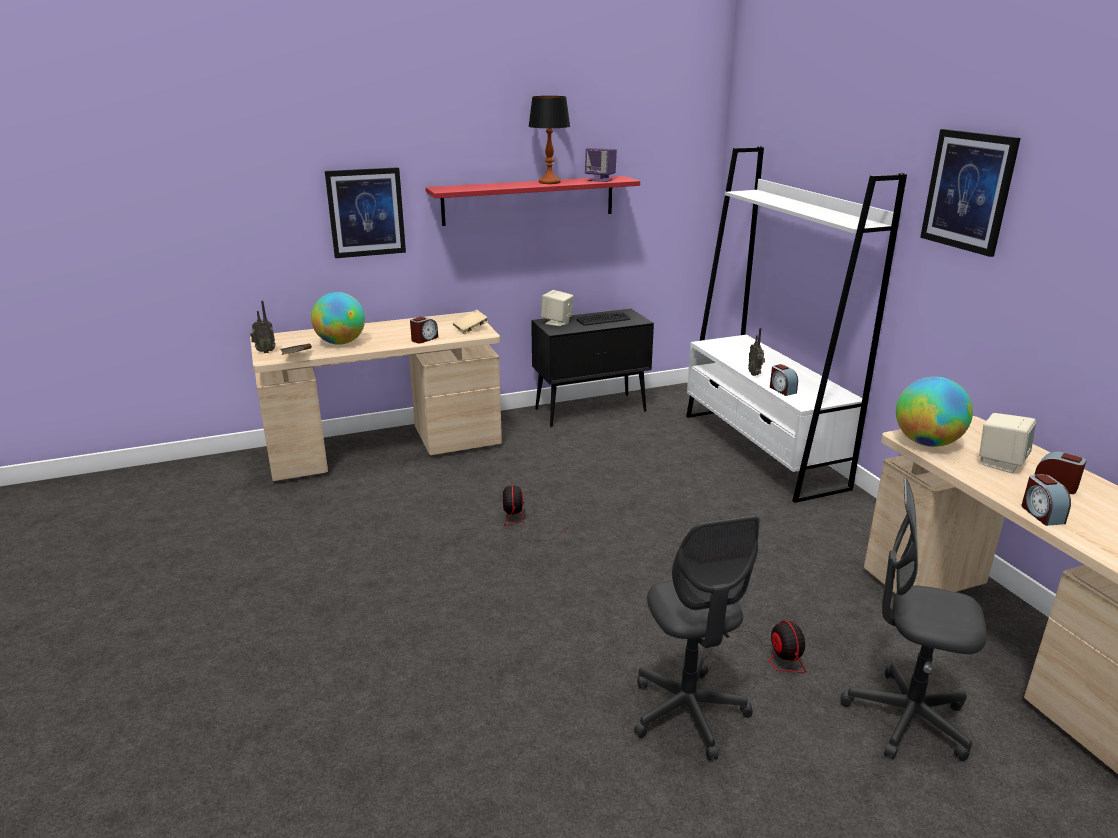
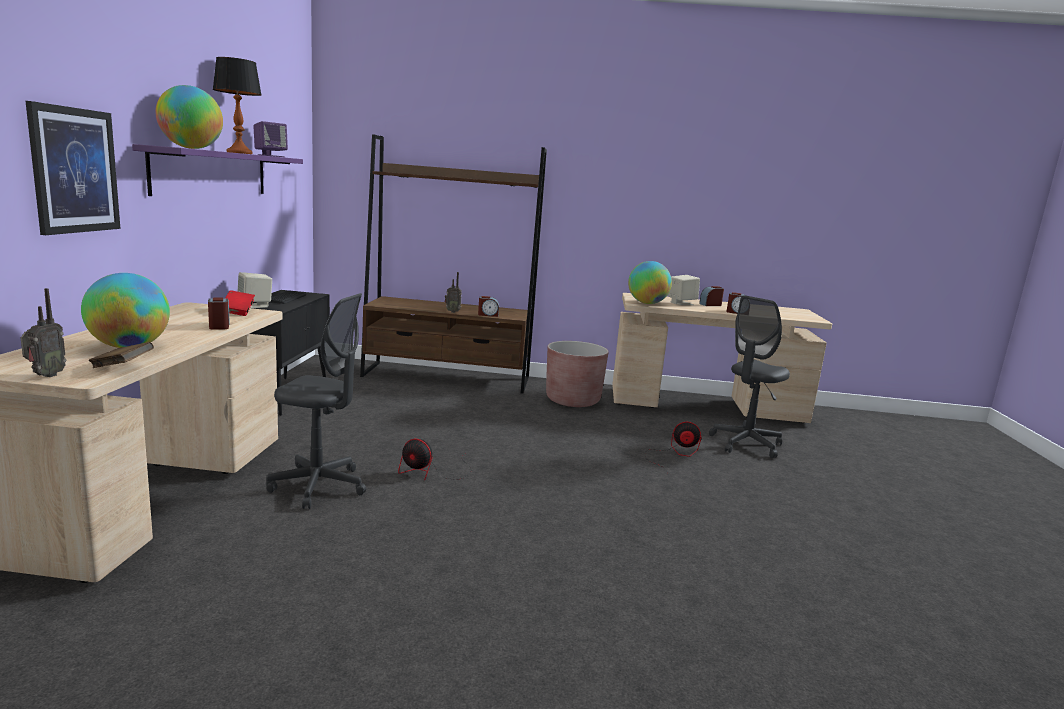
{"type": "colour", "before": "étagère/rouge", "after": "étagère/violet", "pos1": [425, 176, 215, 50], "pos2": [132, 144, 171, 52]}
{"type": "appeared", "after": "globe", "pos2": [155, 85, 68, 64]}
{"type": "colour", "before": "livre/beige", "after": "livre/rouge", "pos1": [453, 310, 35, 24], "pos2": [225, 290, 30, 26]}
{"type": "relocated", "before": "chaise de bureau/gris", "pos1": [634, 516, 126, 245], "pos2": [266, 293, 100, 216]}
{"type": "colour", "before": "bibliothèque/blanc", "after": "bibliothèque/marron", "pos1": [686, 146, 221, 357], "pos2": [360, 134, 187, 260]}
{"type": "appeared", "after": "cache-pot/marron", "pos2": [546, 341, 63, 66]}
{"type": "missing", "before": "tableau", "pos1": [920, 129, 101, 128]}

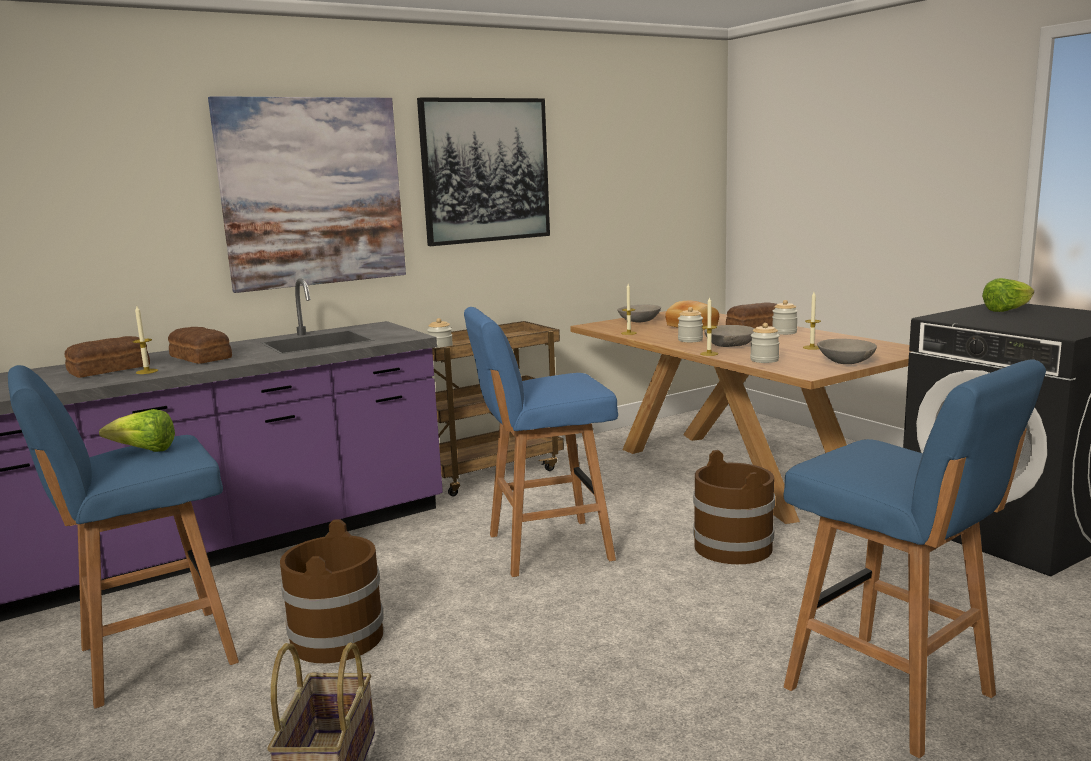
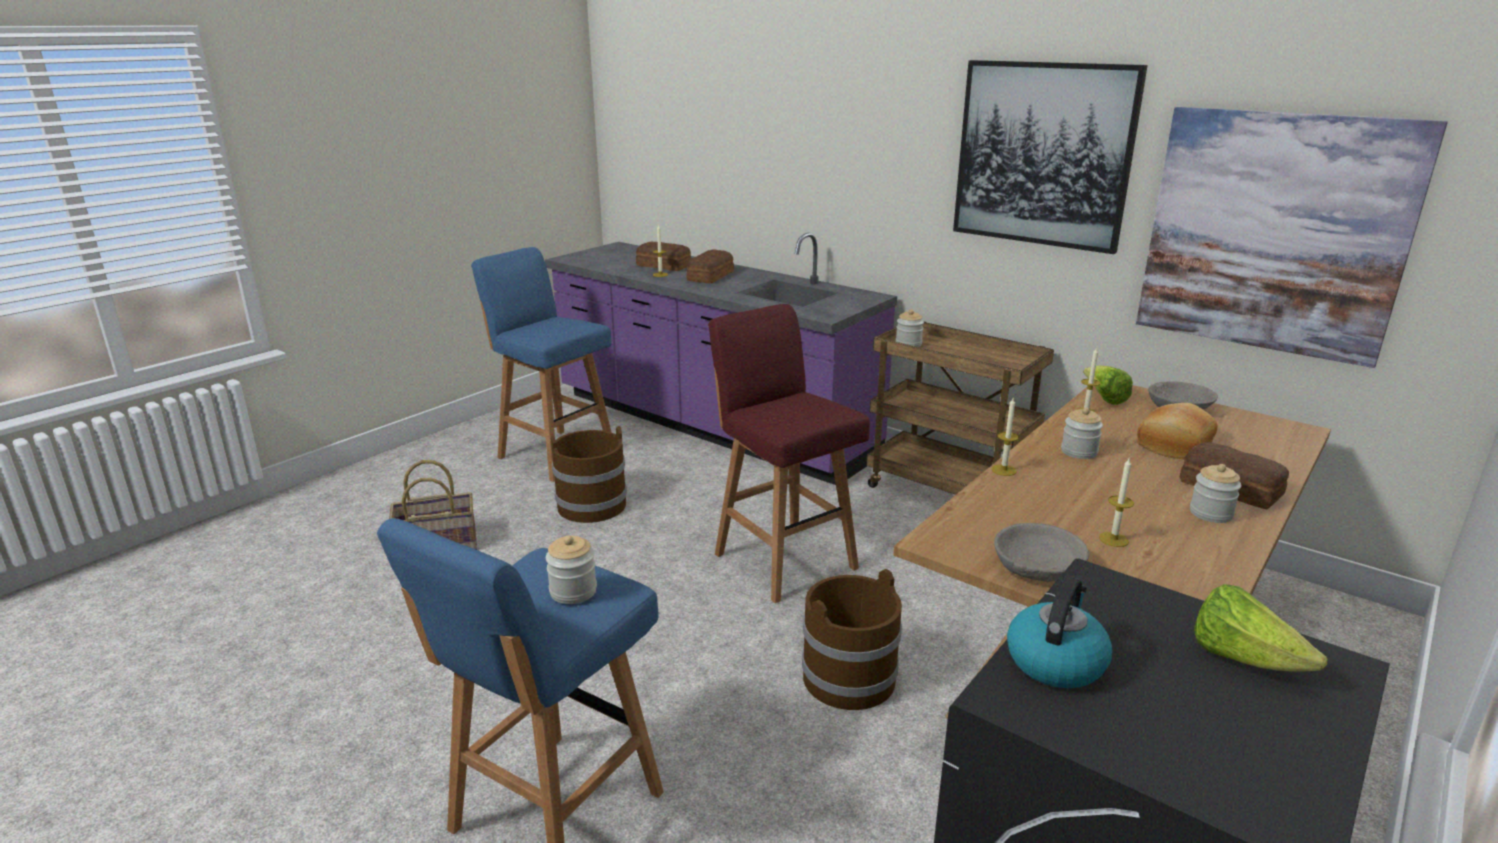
{"type": "relocated", "before": "bocal", "pos1": [750, 323, 30, 40], "pos2": [546, 535, 51, 69]}
{"type": "colour", "before": "tabouret/bleu", "after": "tabouret/rouge", "pos1": [464, 307, 154, 270], "pos2": [708, 304, 162, 299]}
{"type": "appeared", "after": "bouilloire", "pos2": [1007, 576, 106, 112]}
{"type": "relocated", "before": "laitue", "pos1": [99, 409, 76, 43], "pos2": [1083, 365, 50, 40]}
{"type": "relocated", "before": "tableau", "pos1": [208, 96, 198, 197], "pos2": [1136, 107, 312, 261]}
{"type": "missing", "before": "bol/gris", "pos1": [704, 325, 51, 22]}

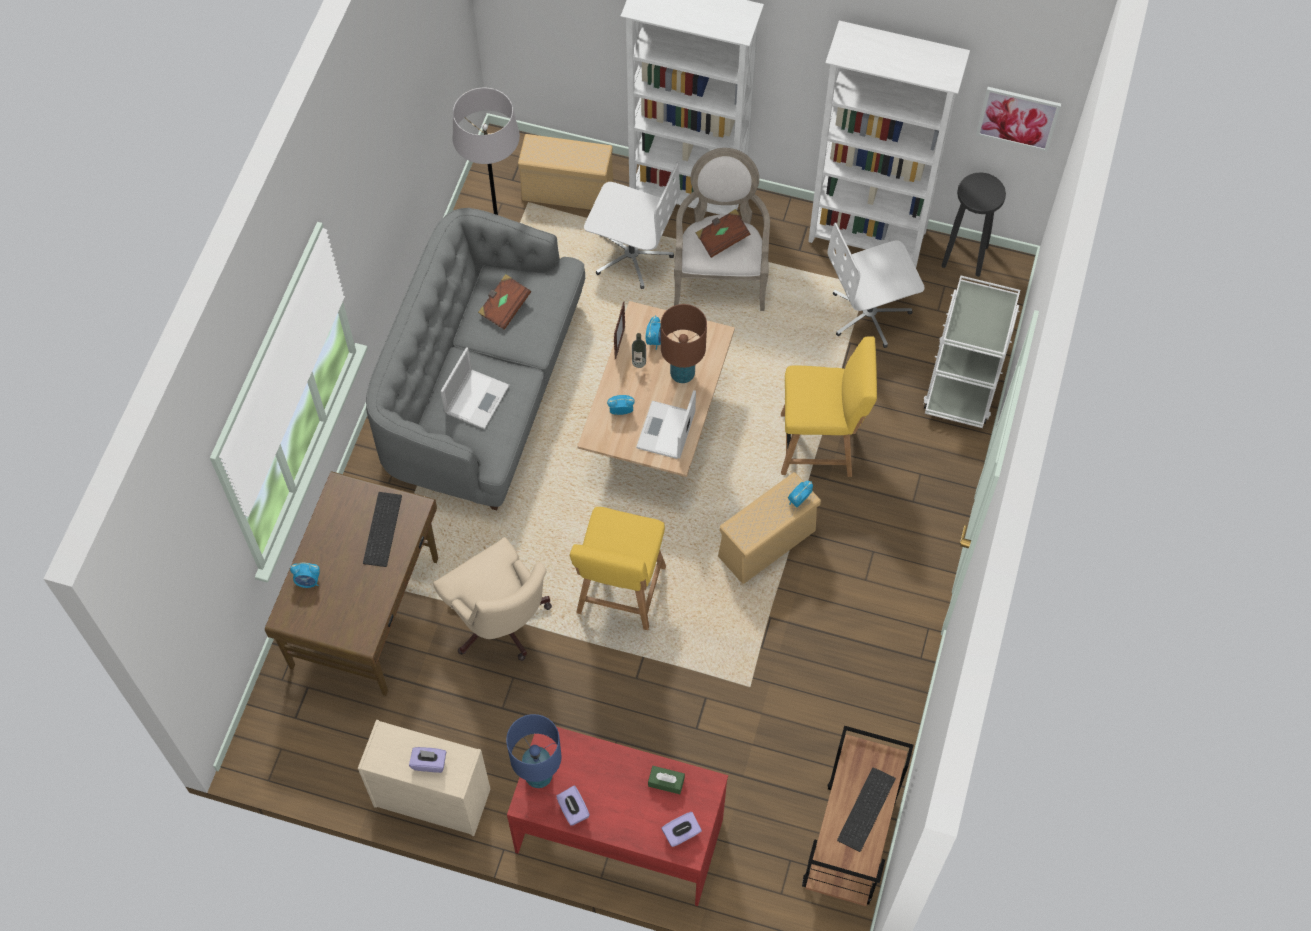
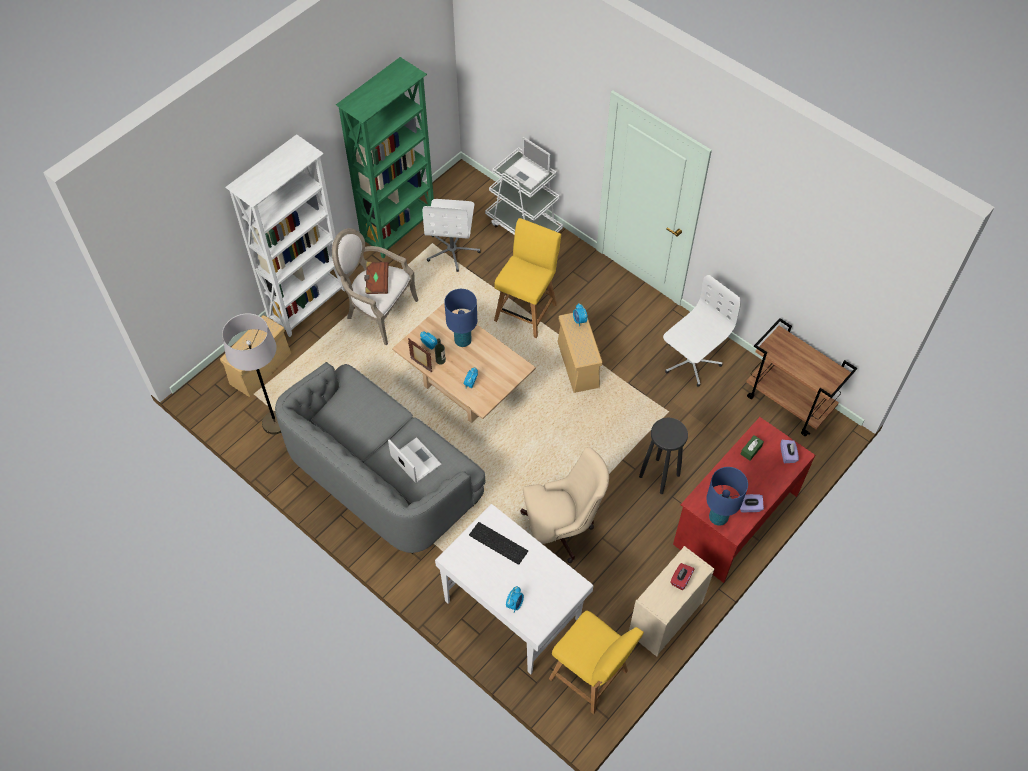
{"type": "colour", "before": "bibliothèque/blanc", "after": "bibliothèque/vert", "pos1": [808, 21, 162, 247], "pos2": [336, 57, 98, 202]}
{"type": "colour", "before": "bureau/marron", "after": "bureau/blanc", "pos1": [265, 471, 173, 225], "pos2": [435, 504, 158, 170]}
{"type": "colour", "before": "lampe de table/marron", "after": "lampe de table/bleu", "pos1": [661, 304, 46, 79], "pos2": [444, 289, 33, 58]}
{"type": "relocated", "before": "ordinateur portable", "pos1": [636, 390, 60, 69], "pos2": [505, 137, 46, 53]}
{"type": "relocated", "before": "chaise/jaune", "pos1": [570, 507, 96, 123], "pos2": [549, 611, 95, 103]}
{"type": "relocated", "before": "tabouret/noir", "pos1": [942, 172, 64, 105], "pos2": [639, 418, 49, 76]}
{"type": "relocated", "before": "chaise de bureau/blanc", "pos1": [584, 163, 96, 126], "pos2": [663, 275, 78, 112]}
{"type": "colour", "before": "boîte à mouchoirs/violet", "after": "boîte à mouchoirs/rouge", "pos1": [409, 747, 37, 26], "pos2": [671, 563, 23, 27]}
{"type": "missing", "before": "livre/marron", "pos1": [478, 274, 53, 56]}
{"type": "missing", "before": "clavier", "pos1": [837, 767, 59, 85]}
{"type": "missing", "before": "tableau", "pos1": [976, 87, 85, 65]}

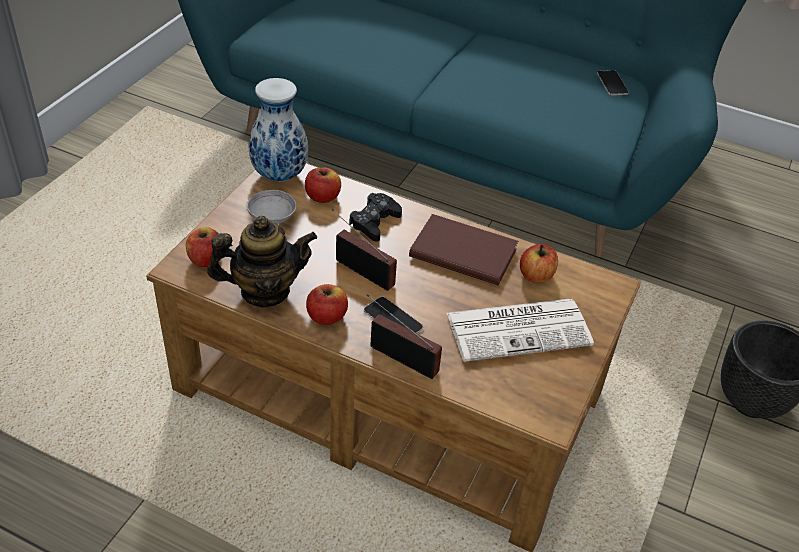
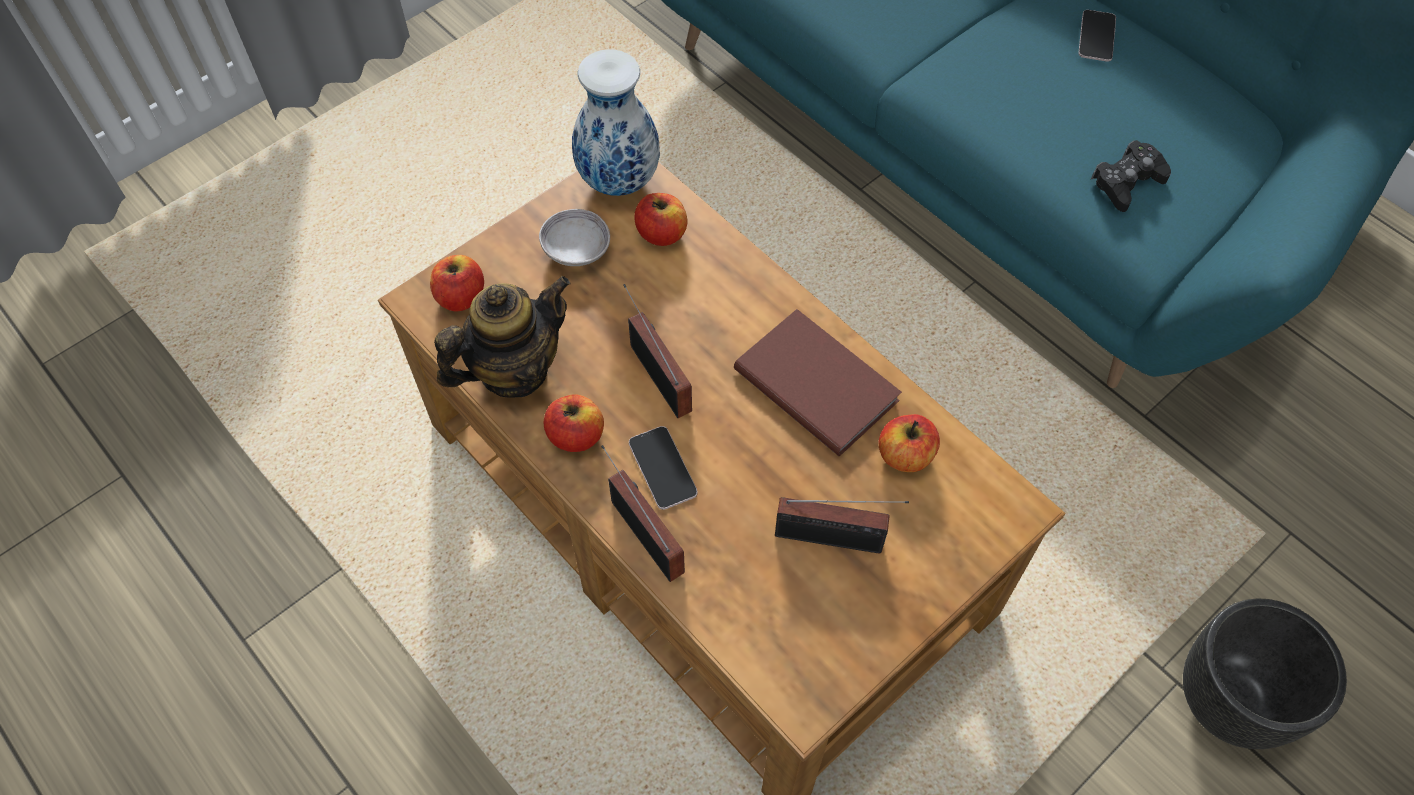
{"type": "spun", "before": "théière", "pos1": [207, 216, 110, 92], "pos2": [434, 276, 137, 122], "turn": -45}
{"type": "exchanged", "before": "journal", "after": "radio", "pos1": [447, 299, 147, 63], "pos2": [775, 497, 134, 56]}
{"type": "relocated", "before": "téléphone", "pos1": [597, 70, 32, 25], "pos2": [1078, 10, 38, 52]}
{"type": "relocated", "before": "manette/noir", "pos1": [349, 193, 53, 49], "pos2": [1091, 140, 80, 72]}

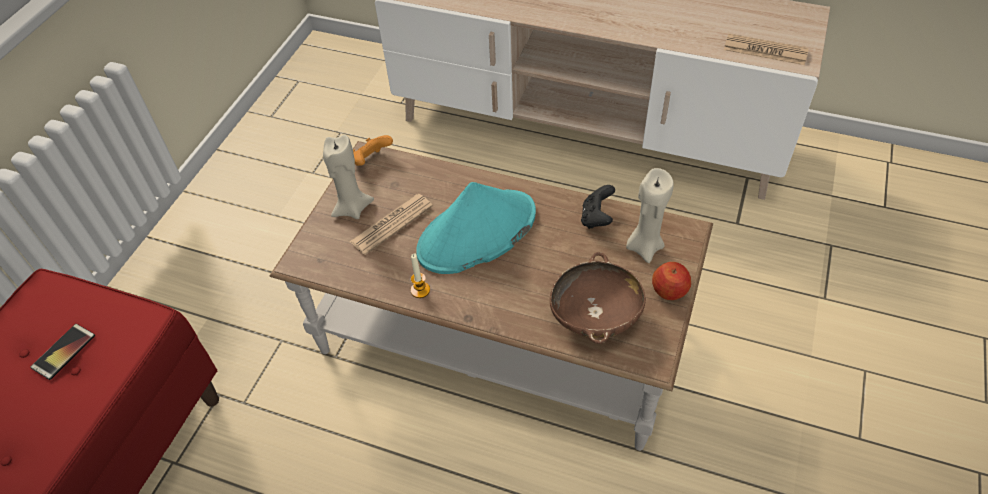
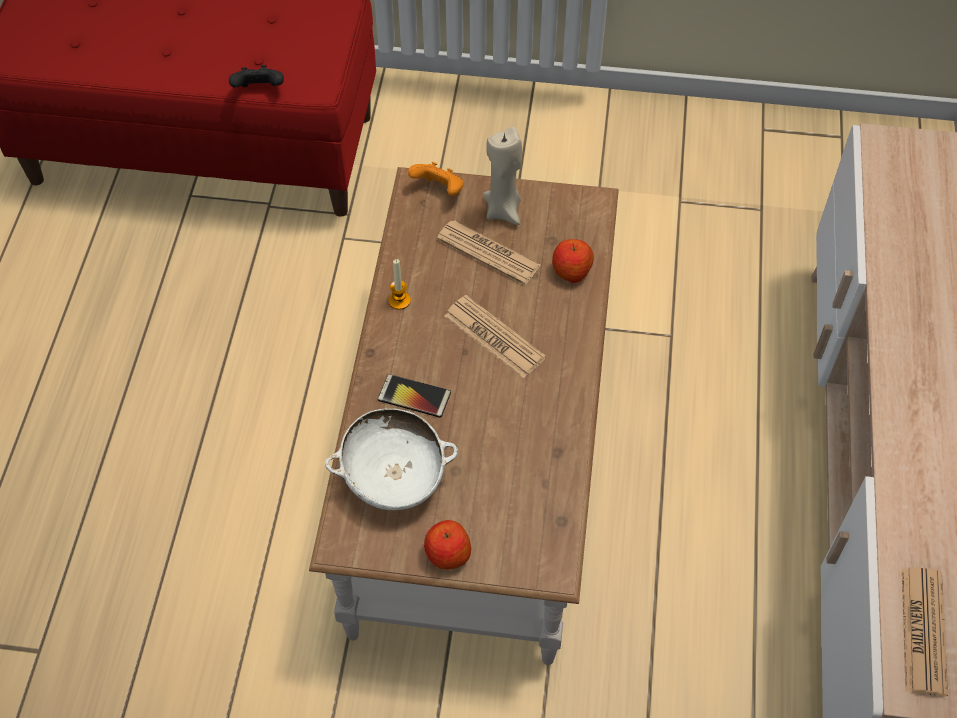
{"type": "relocated", "before": "manette/noir", "pos1": [581, 185, 34, 44], "pos2": [229, 65, 55, 23]}
{"type": "colour", "before": "bol/marron", "after": "bol/blanc", "pos1": [550, 252, 96, 92], "pos2": [325, 408, 133, 102]}
{"type": "relocated", "before": "téléphone", "pos1": [30, 324, 65, 56], "pos2": [378, 374, 73, 44]}
{"type": "relocated", "before": "manette/orange", "pos1": [353, 135, 40, 31], "pos2": [408, 162, 56, 34]}
{"type": "exchanged", "before": "chapeau/turquoise", "after": "journal", "pos1": [416, 182, 120, 92], "pos2": [444, 295, 102, 83]}
{"type": "appeared", "after": "pomme", "pos2": [552, 239, 42, 44]}
{"type": "missing", "before": "bougie/beige", "pos1": [626, 168, 48, 95]}

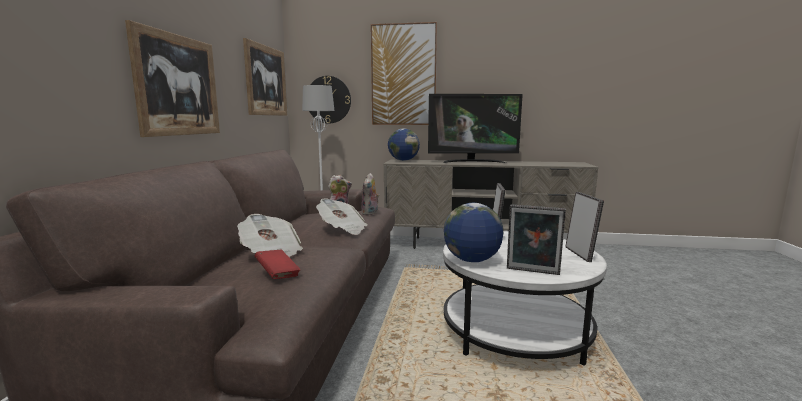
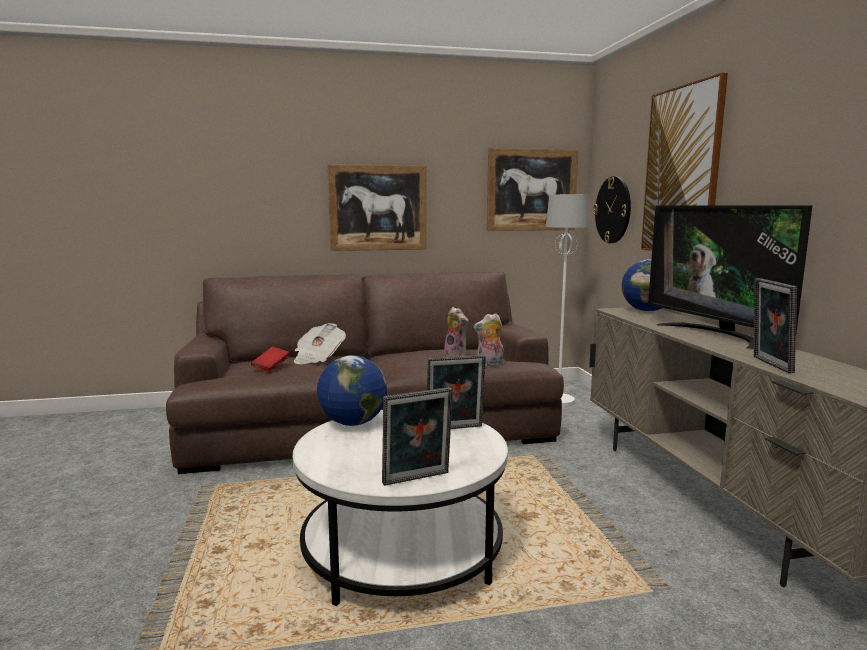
{"type": "relocated", "before": "cadre photo", "pos1": [507, 205, 59, 70], "pos2": [754, 278, 43, 95]}
{"type": "missing", "before": "journal", "pos1": [316, 198, 52, 37]}

